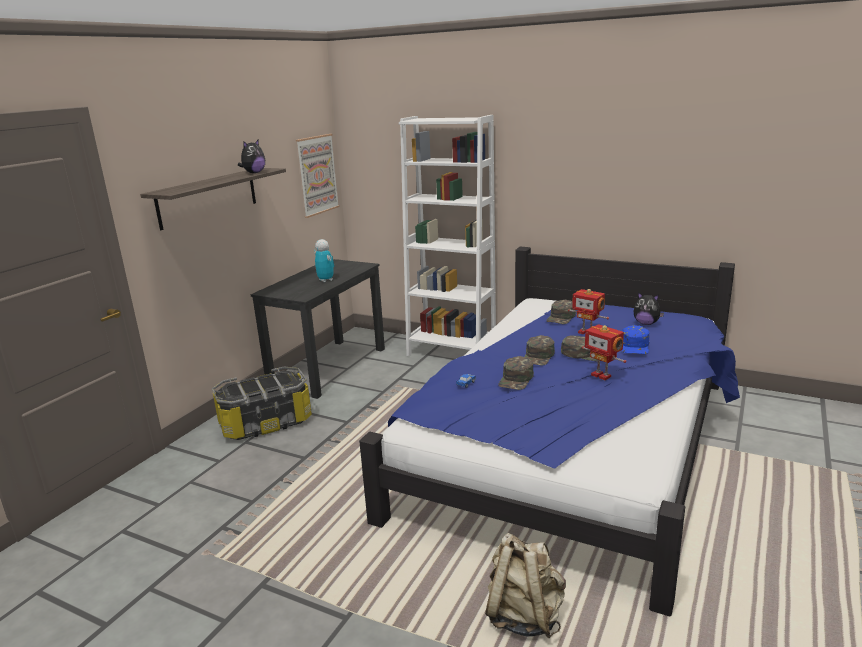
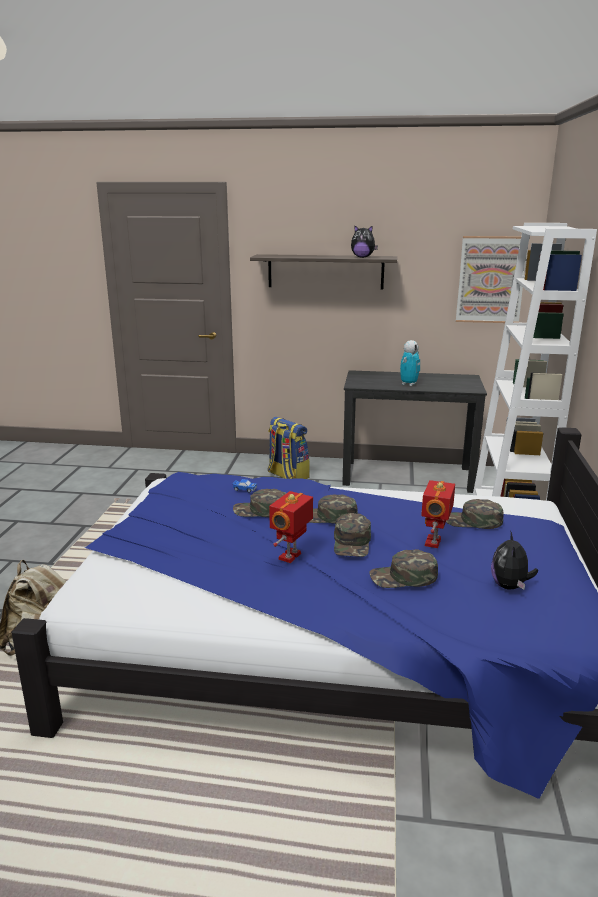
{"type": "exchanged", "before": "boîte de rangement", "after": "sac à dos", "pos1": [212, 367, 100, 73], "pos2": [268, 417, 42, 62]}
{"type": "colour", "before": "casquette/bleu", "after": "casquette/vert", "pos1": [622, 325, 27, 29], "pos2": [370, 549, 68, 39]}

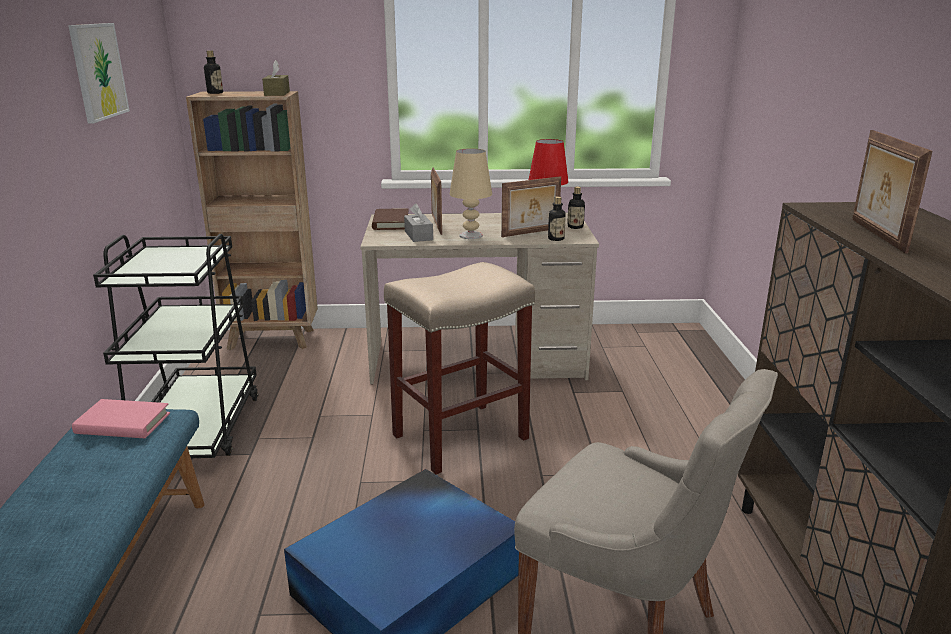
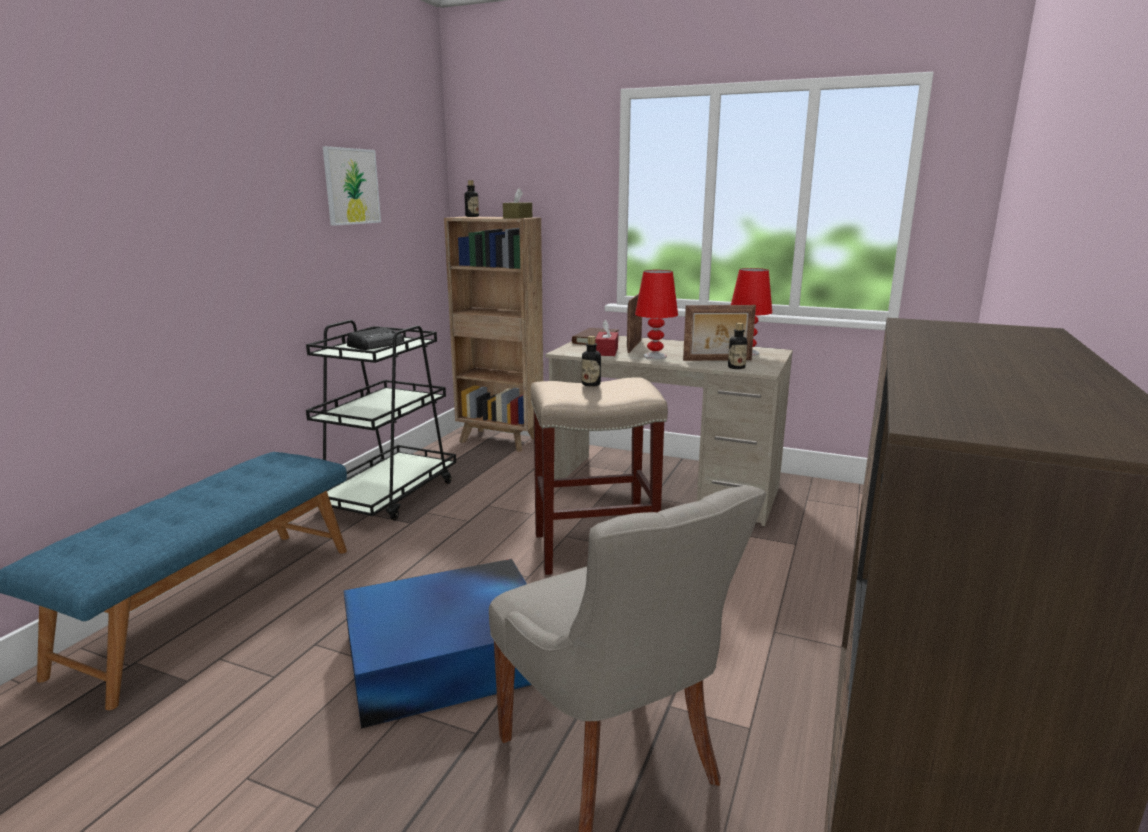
{"type": "appeared", "after": "radio", "pos2": [347, 327, 57, 23]}
{"type": "relocated", "before": "bouteille", "pos1": [567, 187, 18, 42], "pos2": [582, 336, 19, 51]}
{"type": "colour", "before": "boîte à mouchoirs/gris", "after": "boîte à mouchoirs/rouge", "pos1": [404, 203, 29, 39], "pos2": [595, 320, 23, 36]}
{"type": "colour", "before": "lampe de table/beige", "after": "lampe de table/rouge", "pos1": [449, 148, 43, 91], "pos2": [635, 270, 43, 89]}
{"type": "missing", "before": "livre/rose", "pos1": [72, 399, 98, 39]}
{"type": "missing", "before": "cadre photo", "pos1": [852, 130, 81, 123]}

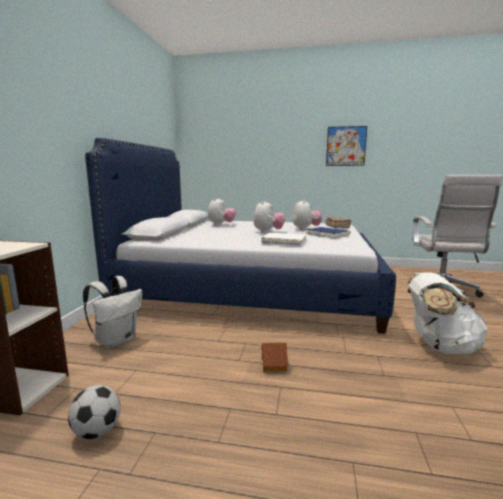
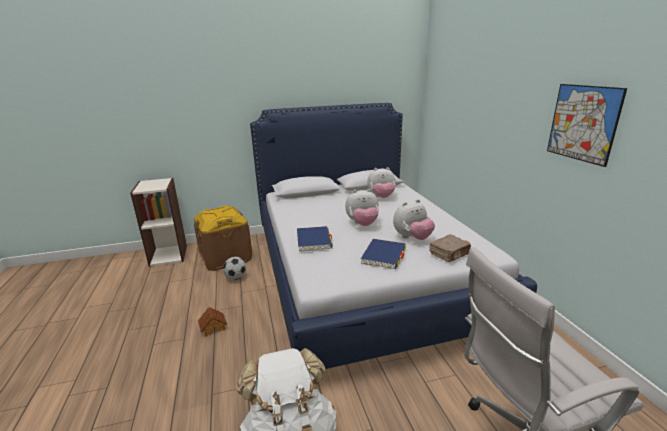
{"type": "exchanged", "before": "sac à dos/blanc", "after": "boîte de rangement/marron", "pos1": [83, 276, 59, 72], "pos2": [194, 206, 59, 65]}
{"type": "relocated", "before": "ballon de foot", "pos1": [68, 385, 53, 54], "pos2": [223, 257, 23, 23]}
{"type": "colour", "before": "livre/blanc", "after": "livre/bleu", "pos1": [261, 233, 45, 12], "pos2": [297, 226, 36, 26]}

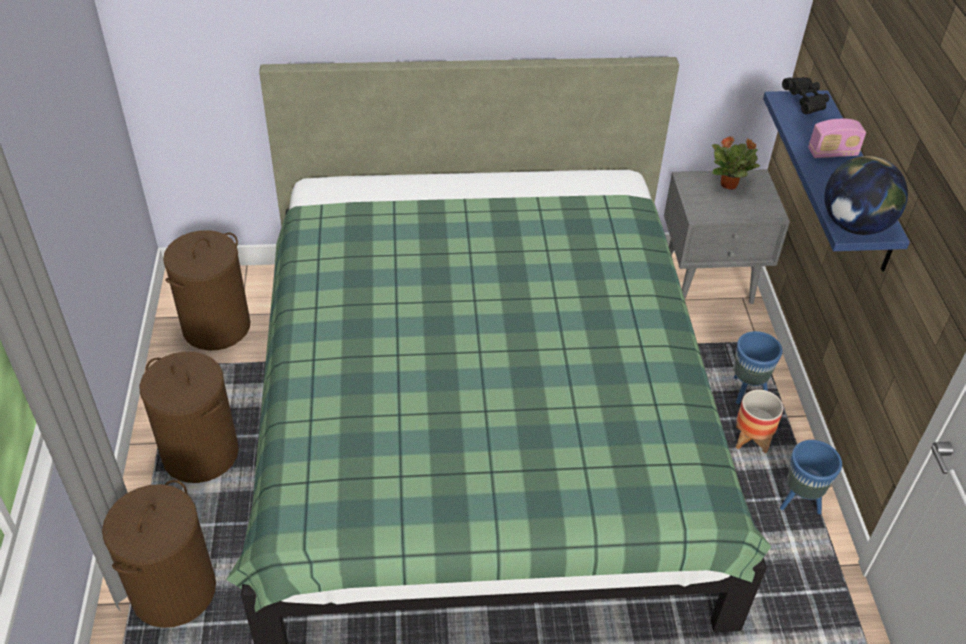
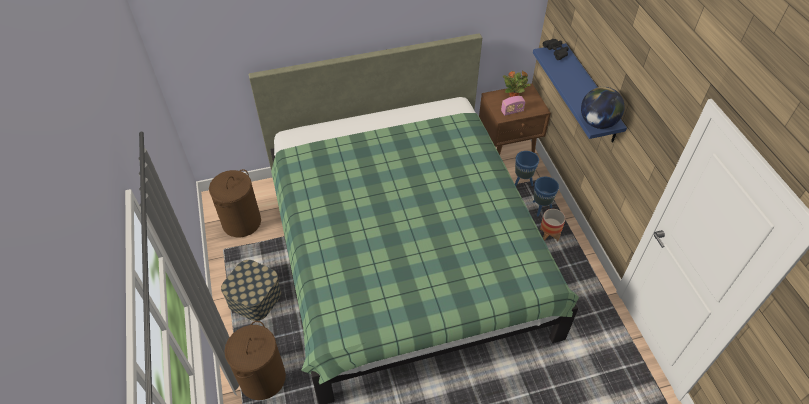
{"type": "exchanged", "before": "panier à linge/marron", "after": "boîte de rangement", "pos1": [140, 352, 99, 131], "pos2": [221, 260, 60, 61]}
{"type": "colour", "before": "table de chevet/gris", "after": "table de chevet/marron", "pos1": [664, 169, 126, 135], "pos2": [479, 84, 72, 71]}
{"type": "relocated", "before": "radio", "pos1": [808, 119, 58, 39], "pos2": [501, 96, 25, 20]}
{"type": "relocated", "before": "cache-pot/bleu", "pos1": [780, 440, 62, 74], "pos2": [515, 151, 24, 35]}

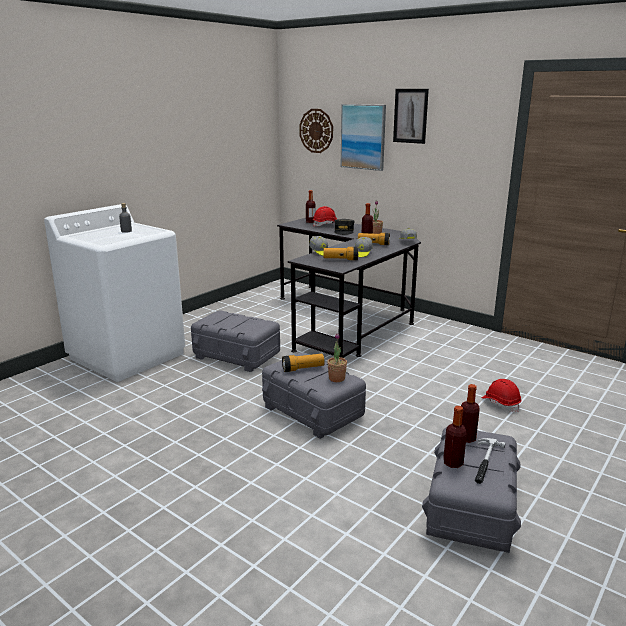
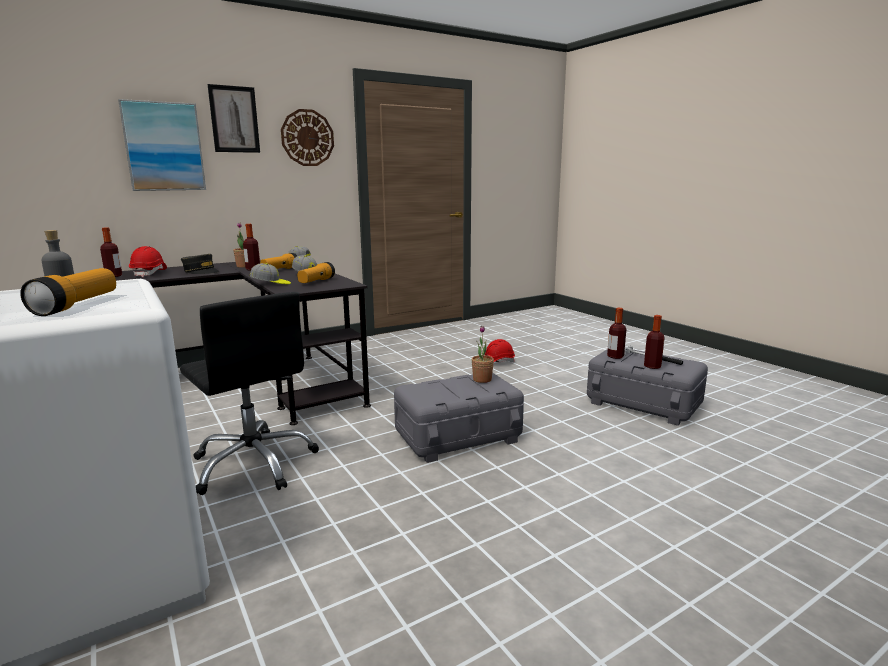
{"type": "relocated", "before": "lampe de poche", "pos1": [282, 354, 42, 18], "pos2": [20, 268, 96, 48]}
{"type": "exchanged", "before": "boîte de rangement/gris", "after": "chaise de bureau/noir", "pos1": [191, 310, 89, 62], "pos2": [180, 292, 139, 203]}
{"type": "relocated", "before": "horloge murale", "pos1": [299, 109, 34, 44], "pos2": [281, 109, 53, 57]}

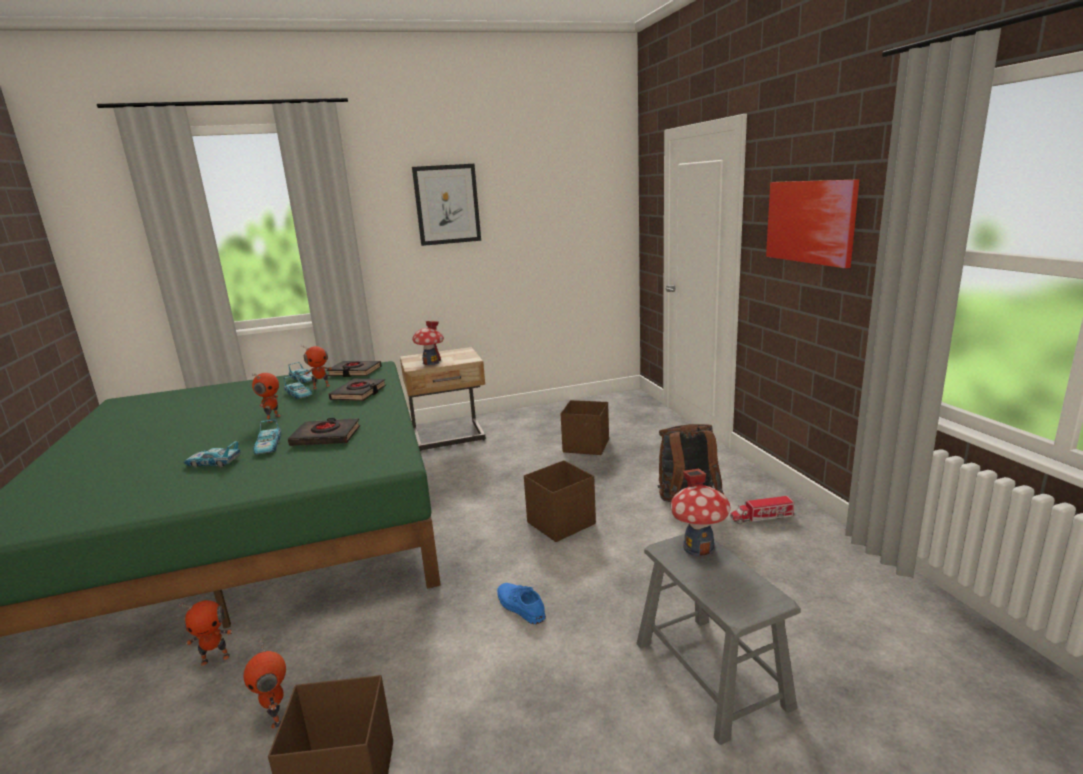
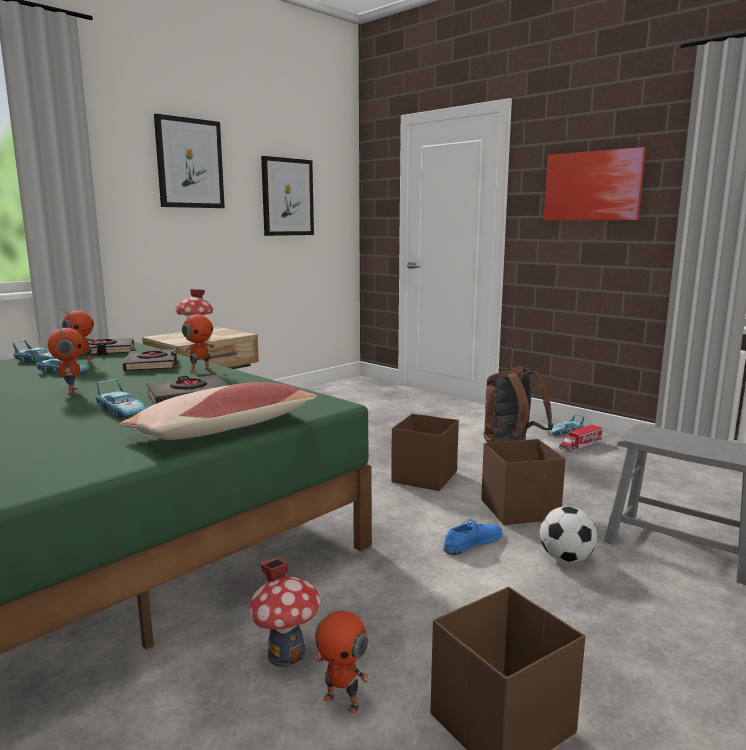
{"type": "appeared", "after": "coussin", "pos2": [120, 382, 197, 58]}
{"type": "relocated", "before": "robot jouet", "pos1": [179, 600, 54, 66], "pos2": [181, 311, 34, 62]}
{"type": "relocated", "before": "maison miniature", "pos1": [670, 468, 60, 89], "pos2": [249, 556, 71, 111]}
{"type": "appeared", "after": "tableau", "pos2": [261, 156, 53, 80]}
{"type": "spun", "before": "chaussure/bleu", "pos1": [497, 583, 49, 41], "pos2": [443, 518, 60, 37], "turn": 120}
{"type": "relocated", "before": "boîte de rangement/marron", "pos1": [561, 400, 48, 55], "pos2": [481, 439, 85, 86]}
{"type": "appeared", "after": "ballon de foot", "pos2": [540, 506, 57, 57]}
{"type": "relocated", "before": "petite voiture", "pos1": [183, 441, 58, 27], "pos2": [545, 414, 39, 22]}

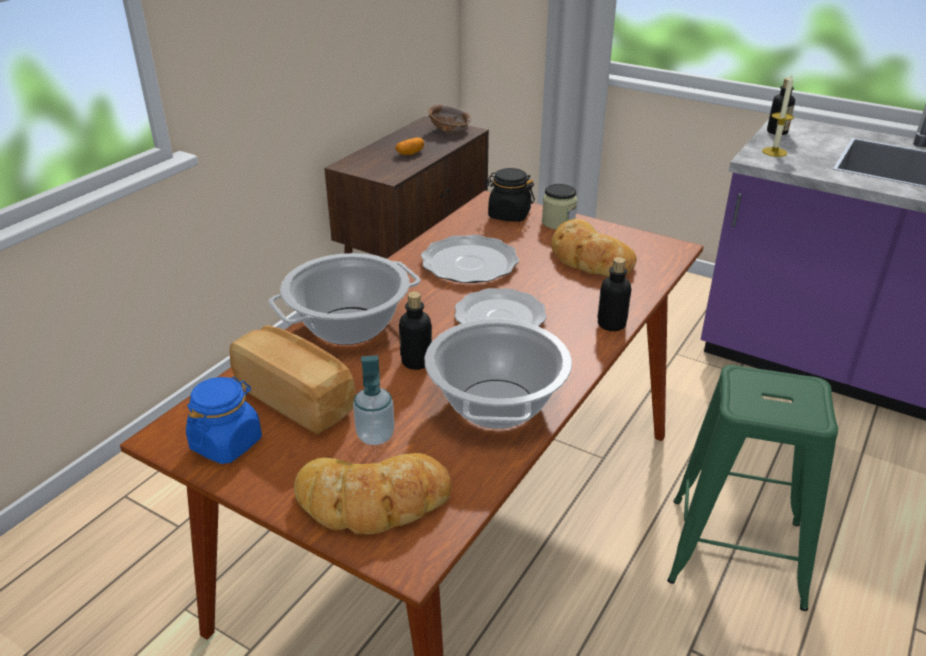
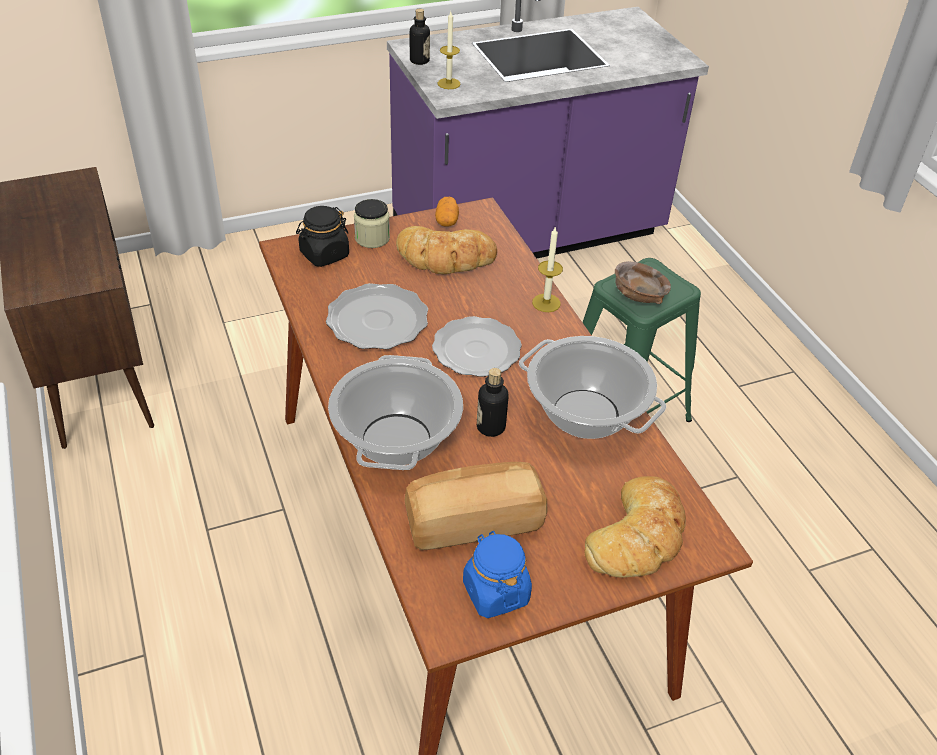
{"type": "relocated", "before": "pomme de terre", "pos1": [395, 137, 29, 18], "pos2": [435, 197, 24, 30]}
{"type": "exchanged", "before": "bouteille", "after": "bougie", "pos1": [597, 257, 34, 74], "pos2": [532, 226, 31, 86]}
{"type": "relocated", "before": "bol/marron", "pos1": [428, 105, 43, 28], "pos2": [615, 261, 56, 43]}
{"type": "missing", "before": "distributeur de savon", "pos1": [353, 355, 42, 90]}

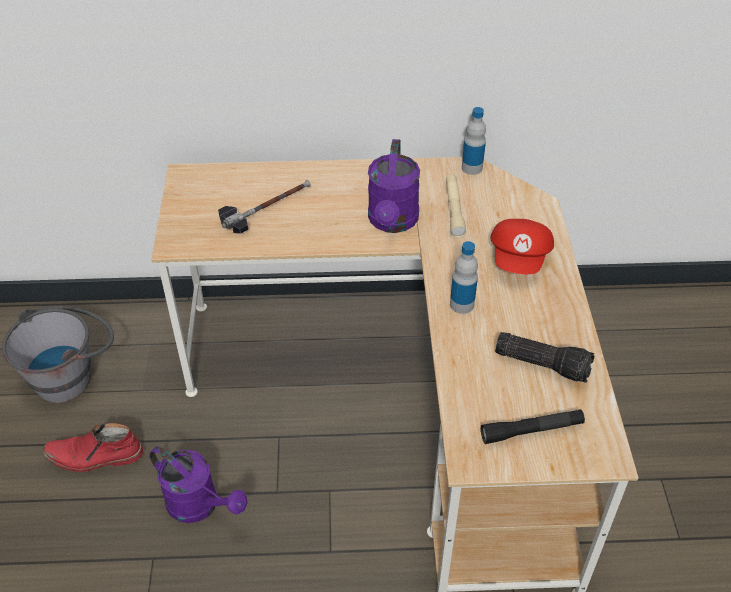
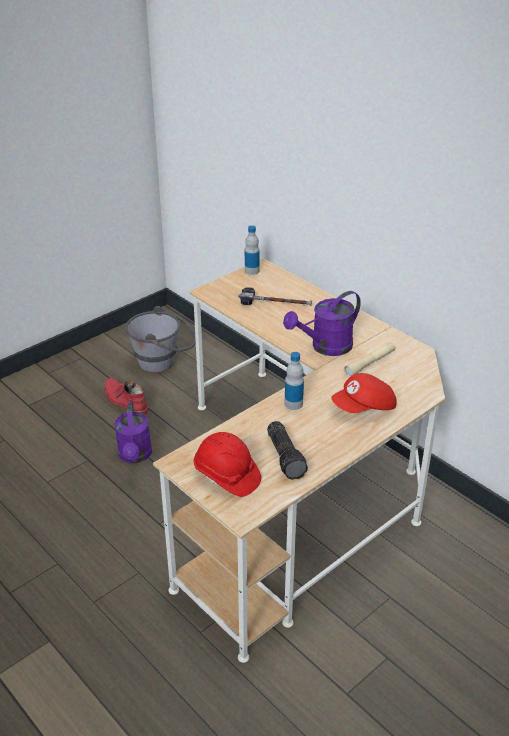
{"type": "exchanged", "before": "lampe de poche/noir", "after": "casque de chantier/rouge", "pos1": [481, 409, 104, 35], "pos2": [194, 432, 67, 65]}
{"type": "relocated", "before": "bouteille", "pos1": [462, 107, 24, 68], "pos2": [245, 225, 15, 50]}

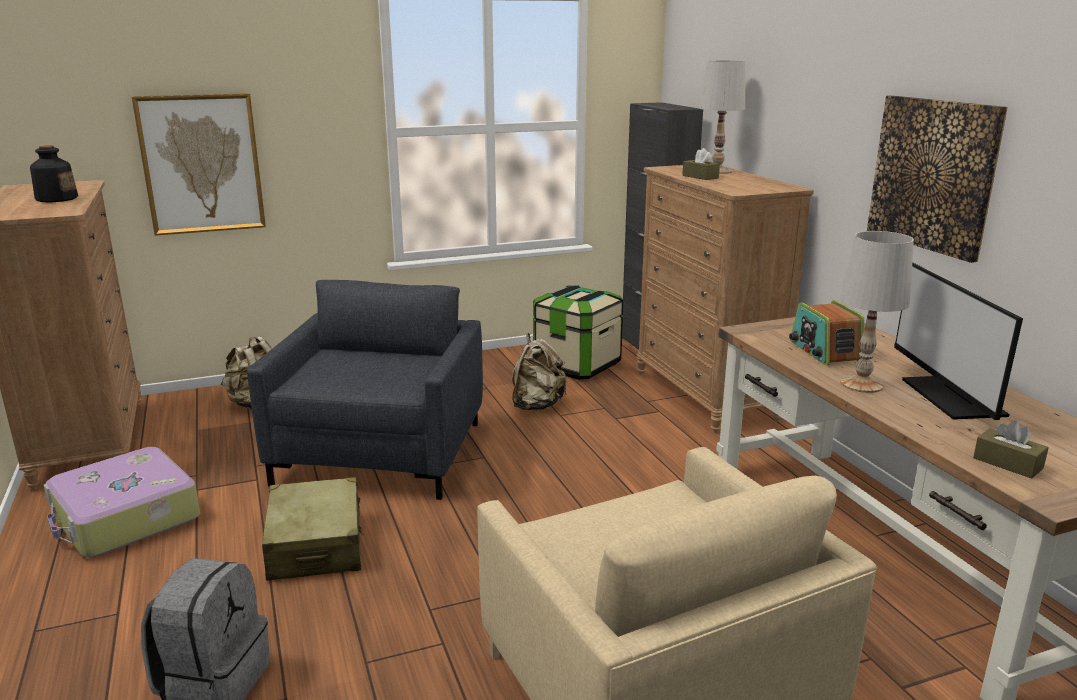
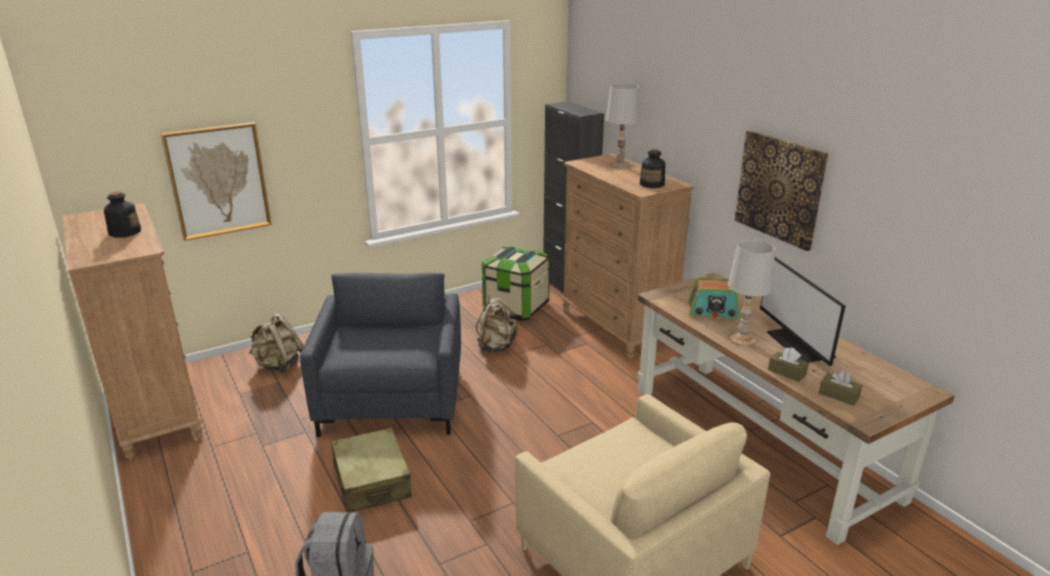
{"type": "appeared", "after": "bouteille", "pos2": [640, 149, 25, 39]}
{"type": "spun", "before": "radio", "pos1": [789, 300, 75, 66], "pos2": [687, 277, 54, 42], "turn": -60}
{"type": "relocated", "before": "boîte à mouchoirs/marron", "pos1": [682, 148, 38, 32], "pos2": [768, 347, 41, 35]}
{"type": "missing", "before": "valise", "pos1": [44, 447, 156, 110]}

